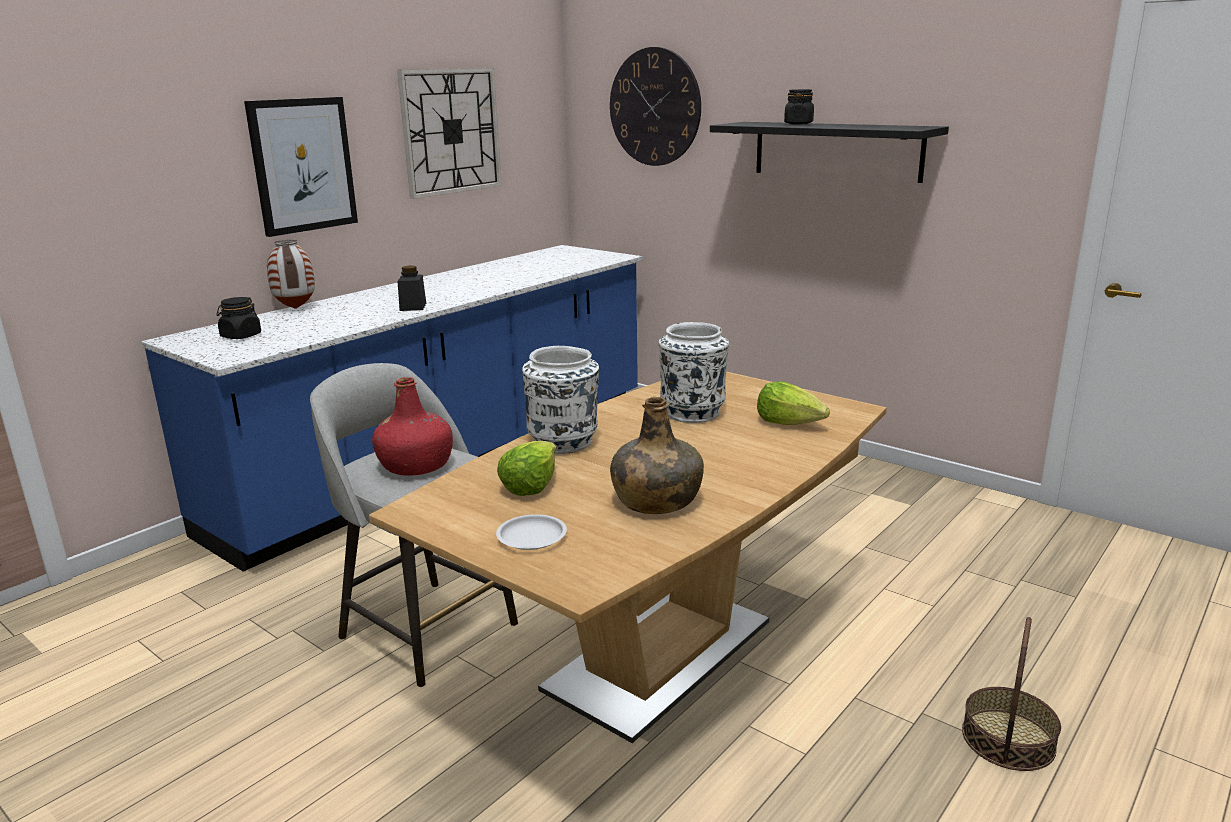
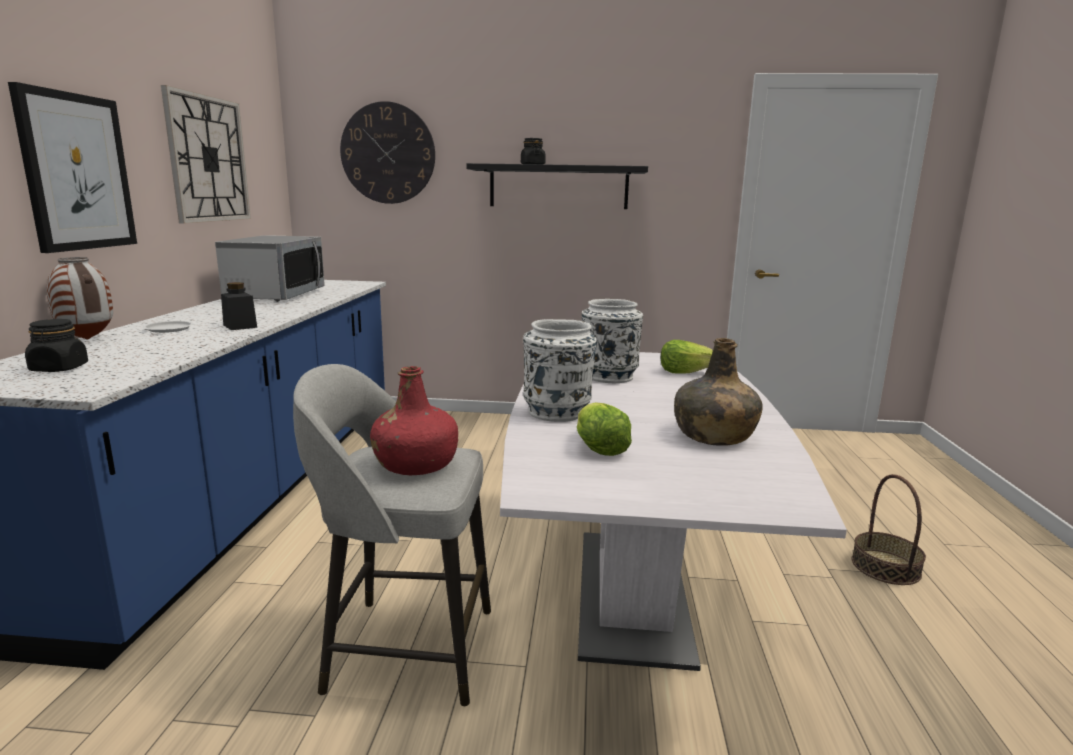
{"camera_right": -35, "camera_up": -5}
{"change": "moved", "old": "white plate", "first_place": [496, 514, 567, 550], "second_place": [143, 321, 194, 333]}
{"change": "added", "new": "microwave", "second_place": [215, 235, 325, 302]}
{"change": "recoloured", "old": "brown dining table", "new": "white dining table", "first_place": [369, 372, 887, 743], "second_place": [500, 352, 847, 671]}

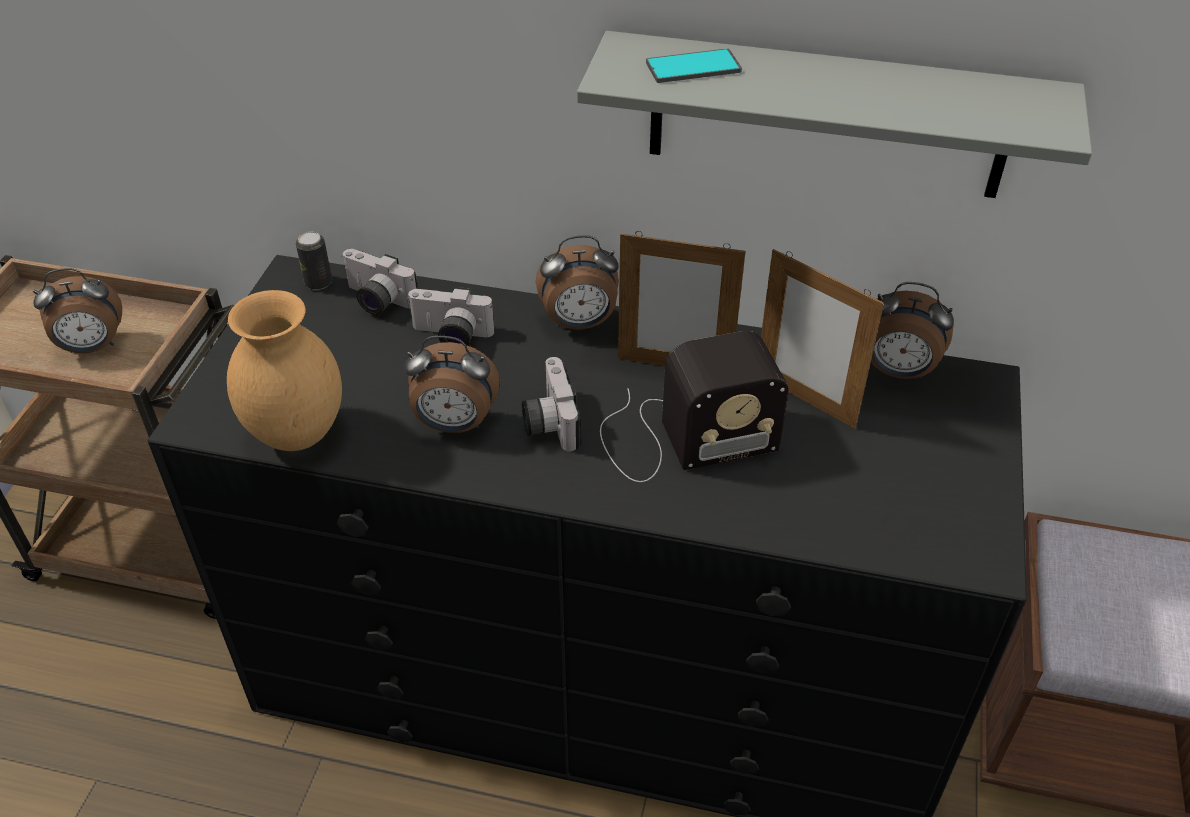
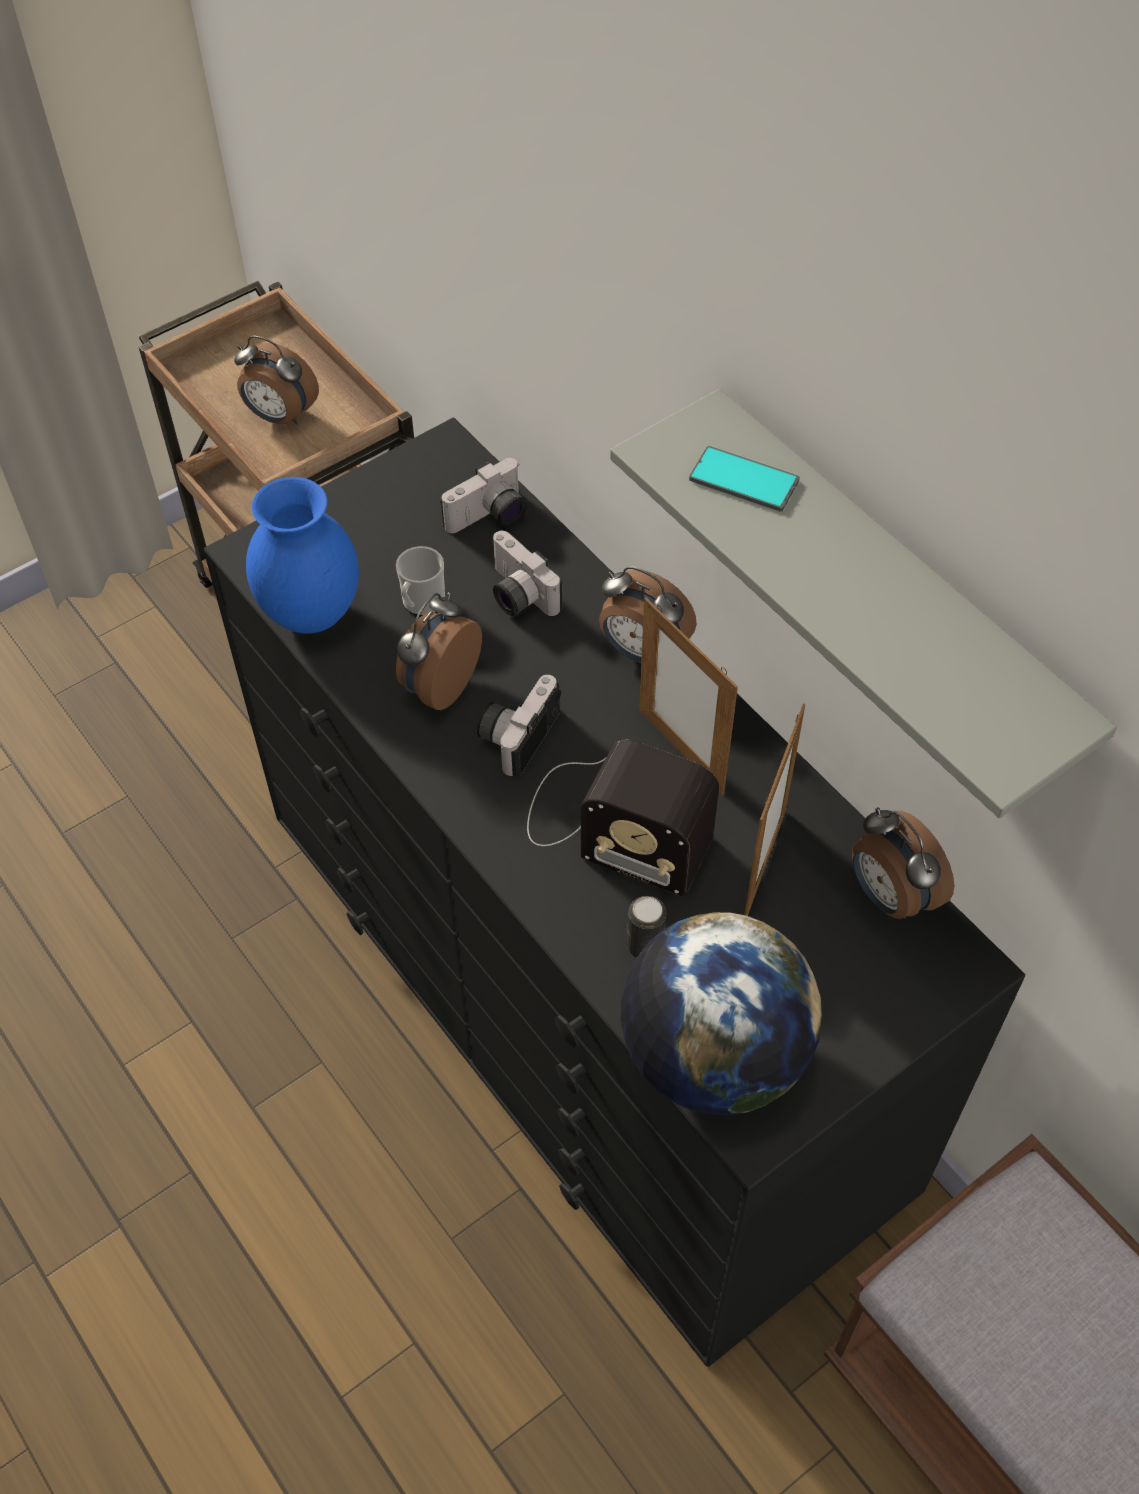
{"camera_right": 40, "camera_up": 10}
{"change": "recoloured", "old": "brown vase", "new": "blue vase", "first_place": [227, 290, 342, 451], "second_place": [246, 477, 359, 634]}
{"change": "added", "new": "mug", "second_place": [396, 546, 445, 616]}
{"change": "turned", "old": "alarm clock", "first_place": [404, 336, 500, 433], "second_place": [396, 592, 482, 710], "degrees": 75}
{"change": "turned", "old": "photo camera", "first_place": [342, 249, 418, 315], "second_place": [440, 458, 527, 533], "degrees": -105}
{"change": "added", "new": "globe", "second_place": [621, 912, 822, 1115]}
{"change": "moved", "old": "can", "first_place": [295, 232, 332, 290], "second_place": [627, 896, 666, 958]}
{"change": "turned", "old": "picture frame", "first_place": [761, 249, 884, 428], "second_place": [745, 703, 805, 916], "degrees": -150}

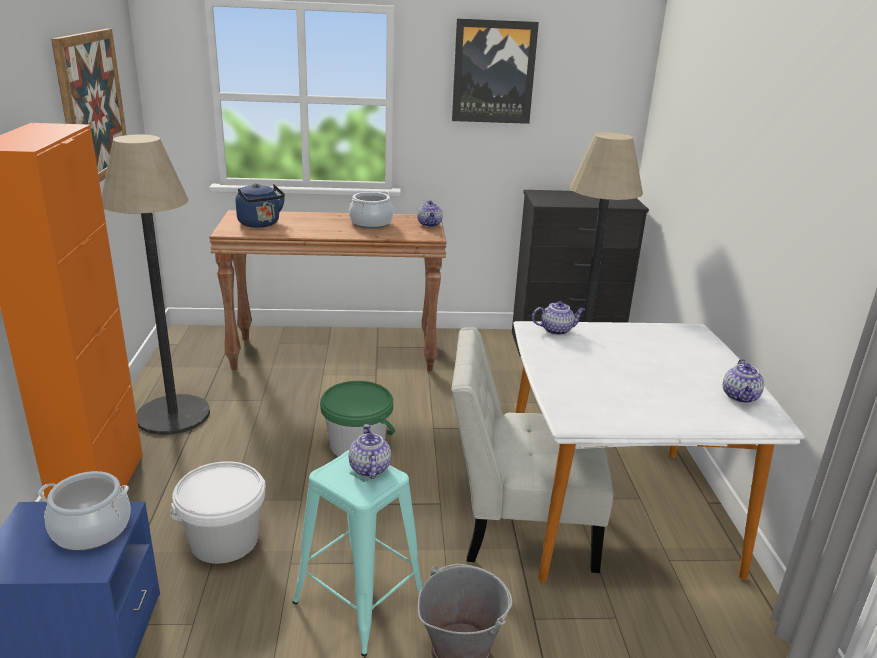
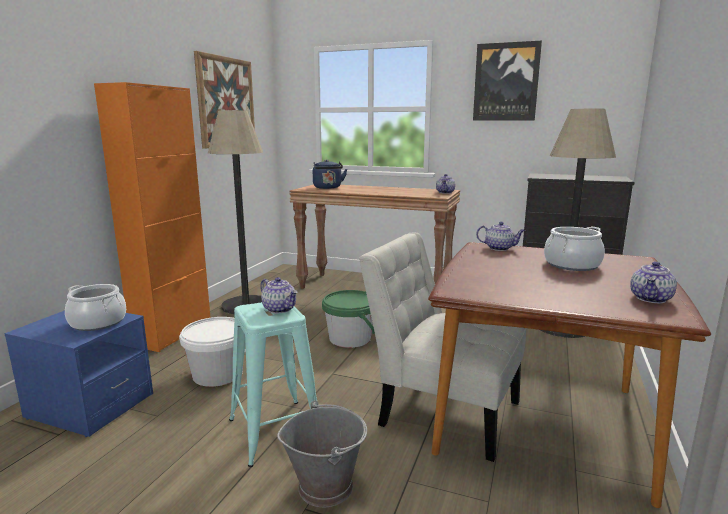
{"camera_right": 25, "camera_up": -10}
{"change": "turned", "old": "teapot", "first_place": [349, 424, 391, 479], "second_place": [260, 277, 298, 314], "degrees": 120}
{"change": "recoloured", "old": "white dining table", "new": "brown dining table", "first_place": [513, 321, 805, 582], "second_place": [428, 242, 711, 508]}
{"change": "moved", "old": "cooking pot", "first_place": [349, 191, 393, 229], "second_place": [544, 227, 605, 271]}

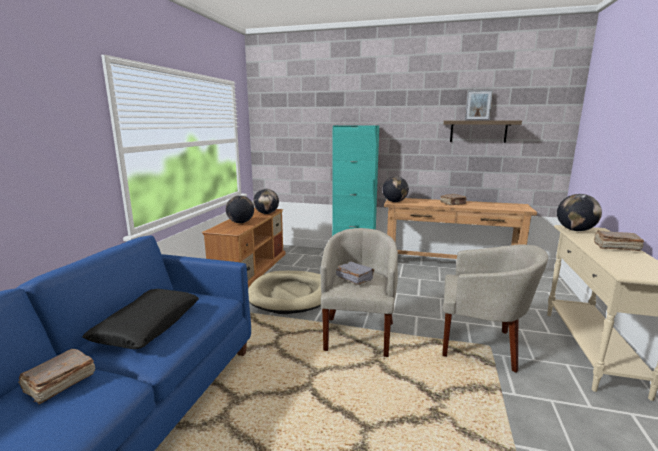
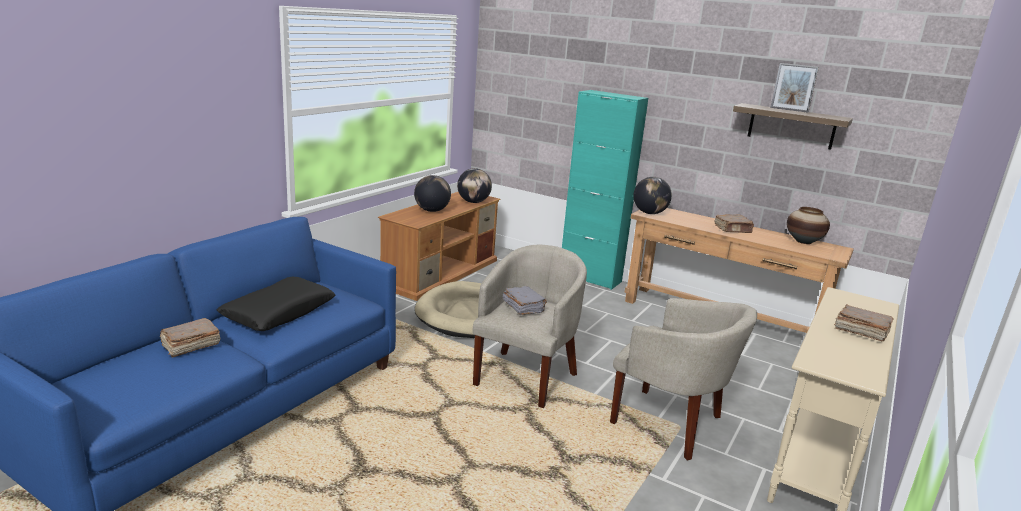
{"camera_right": 15, "camera_up": 5}
{"change": "added", "new": "vase", "second_place": [787, 207, 830, 244]}
{"change": "removed", "old": "globe", "first_place": [557, 194, 602, 231]}

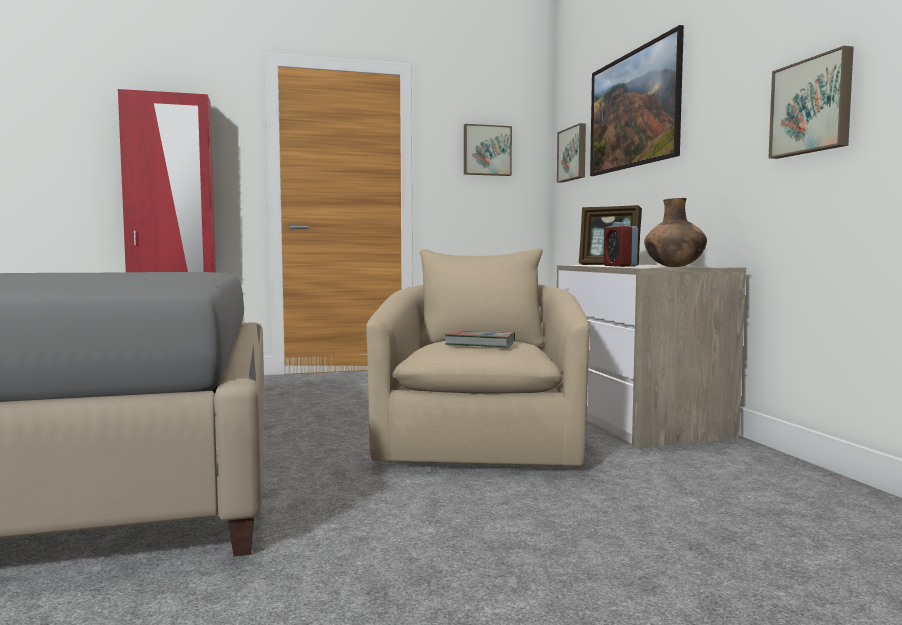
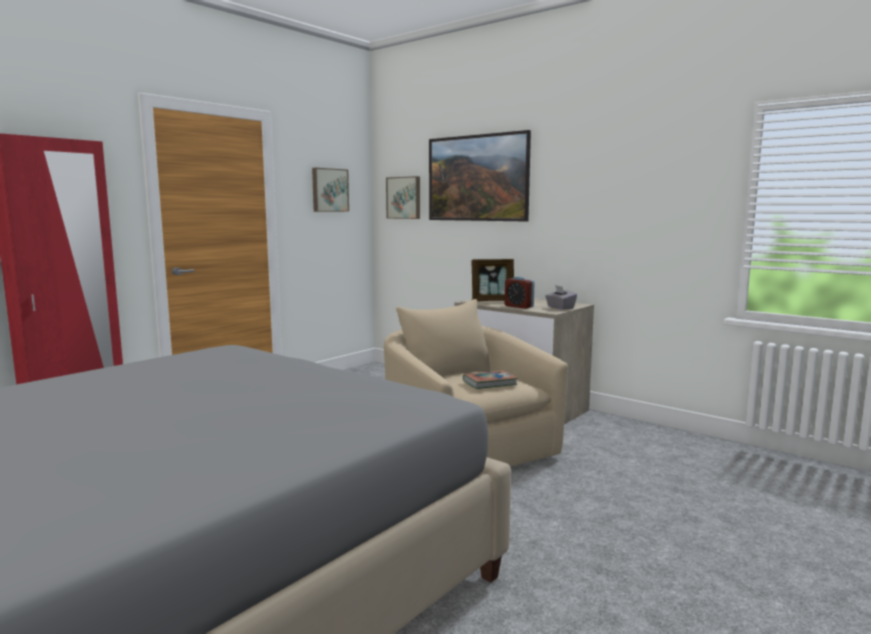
{"camera_right": -35, "camera_up": 5}
{"change": "replaced", "old": "brown vase", "new": "grey tissue box", "first_place": [644, 198, 707, 267], "second_place": [545, 285, 577, 310]}
{"change": "removed", "old": "picture", "first_place": [768, 46, 854, 159]}

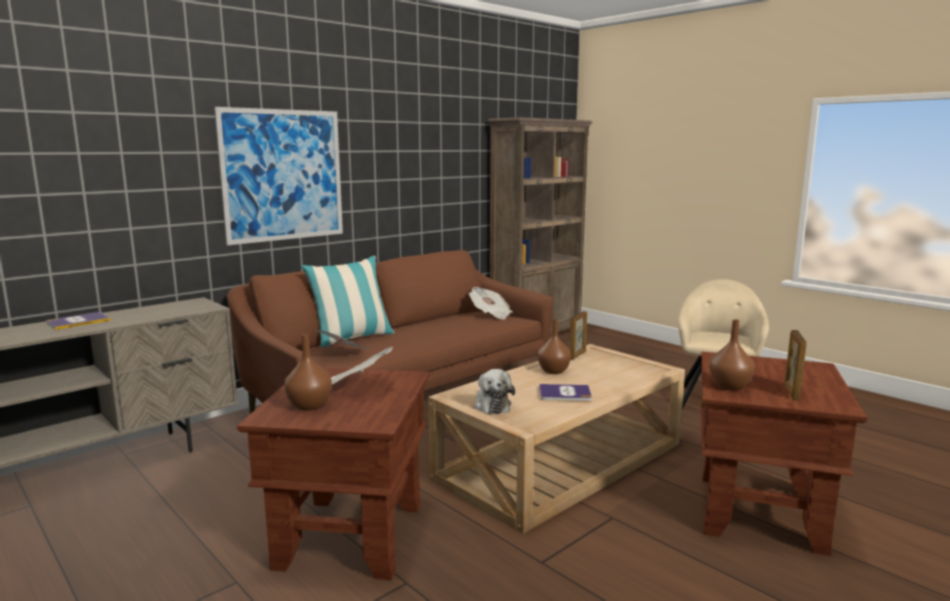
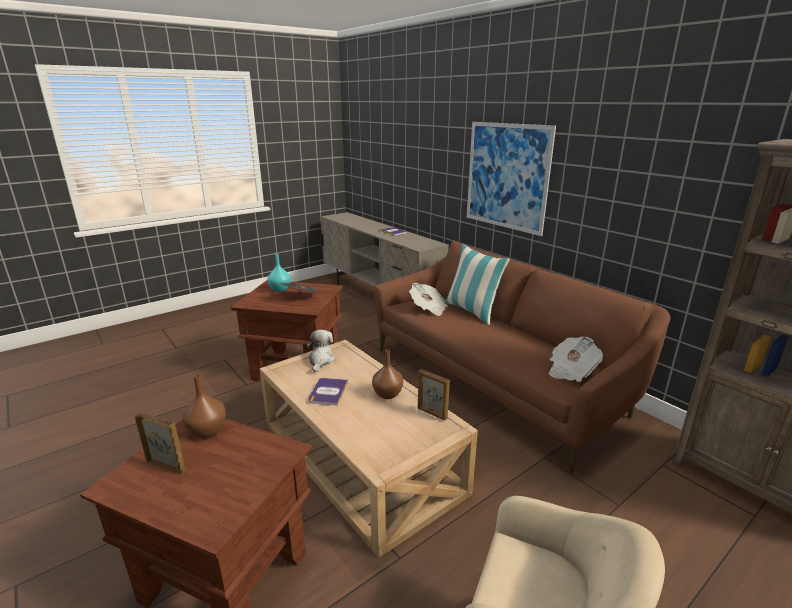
{"camera_right": 95, "camera_up": 10}
{"change": "recoloured", "old": "brown vase", "new": "turquoise vase", "first_place": [284, 334, 332, 411], "second_place": [267, 254, 291, 292]}
{"change": "turned", "old": "plush toy", "first_place": [473, 369, 515, 414], "second_place": [306, 330, 336, 372], "degrees": 105}

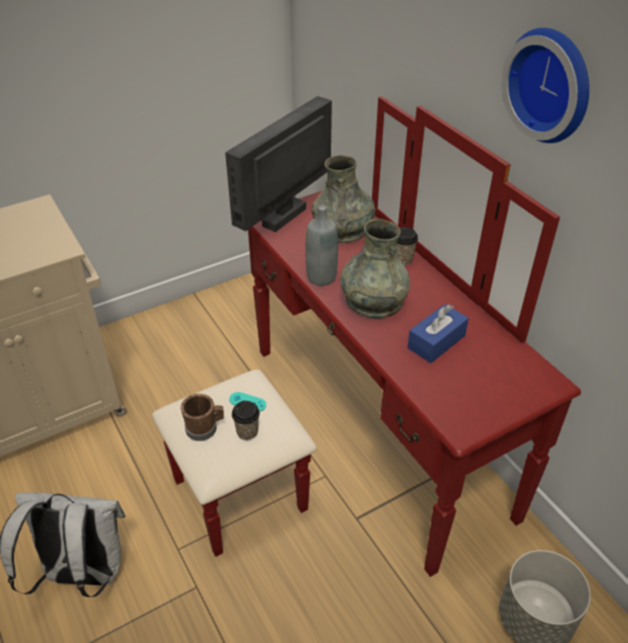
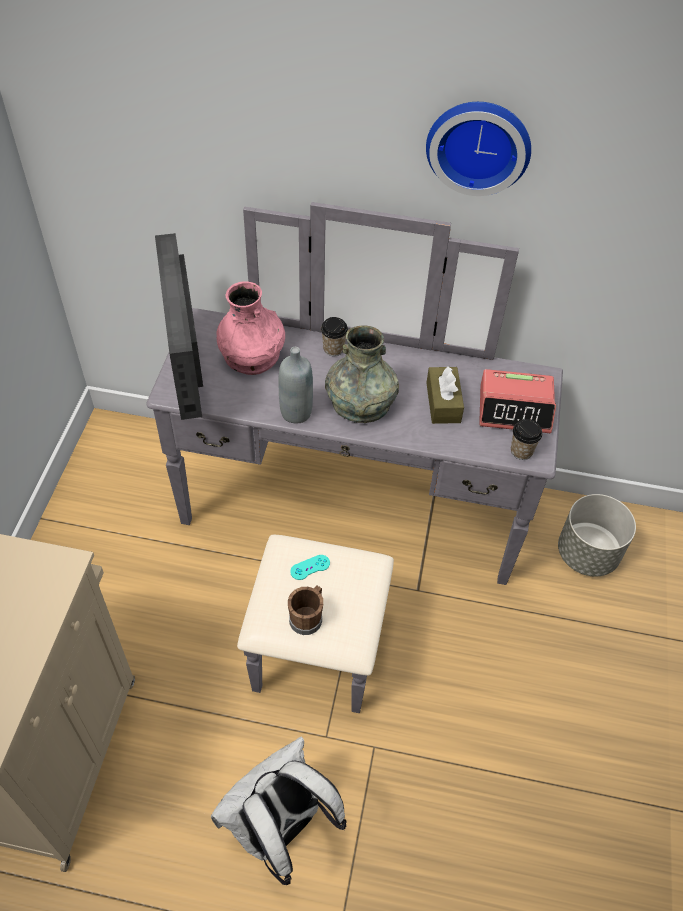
{"camera_right": -50, "camera_up": 10}
{"change": "recoloured", "old": "red dresser", "new": "grey dresser", "first_place": [152, 96, 581, 577], "second_place": [146, 202, 563, 713]}
{"change": "recoloured", "old": "grey vase", "new": "pink vase", "first_place": [312, 155, 375, 243], "second_place": [217, 281, 285, 375]}
{"change": "recoloured", "old": "blue tissue box", "new": "brown tissue box", "first_place": [407, 304, 469, 363], "second_place": [426, 366, 464, 424]}
{"change": "added", "new": "alarm clock", "second_place": [479, 369, 556, 433]}
{"change": "moved", "old": "cup", "first_place": [232, 401, 260, 440], "second_place": [511, 419, 542, 460]}

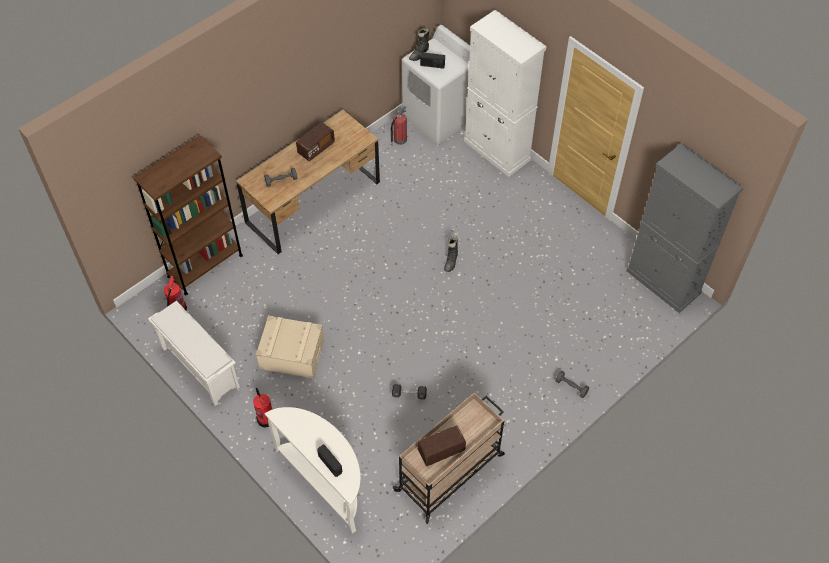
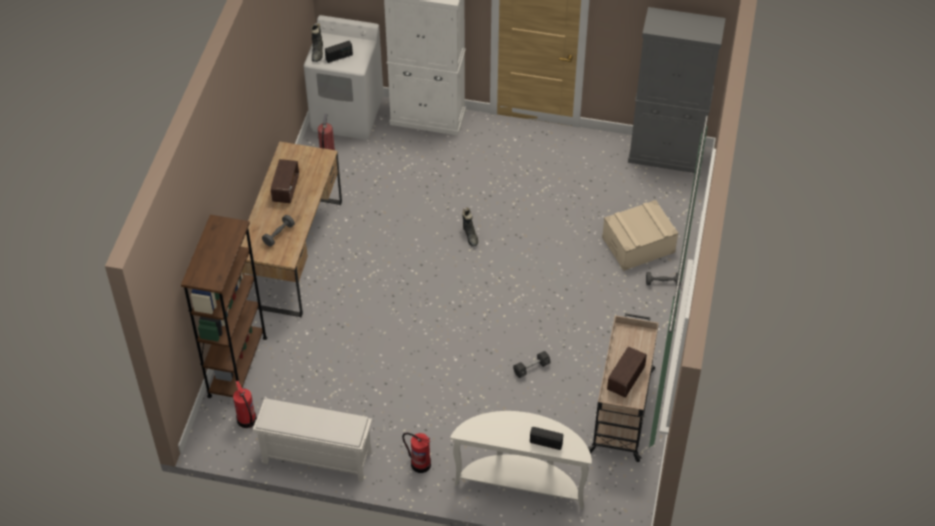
{"camera_right": -35, "camera_up": -5}
{"change": "moved", "old": "beige storage box", "first_place": [256, 316, 325, 379], "second_place": [602, 200, 678, 271]}

